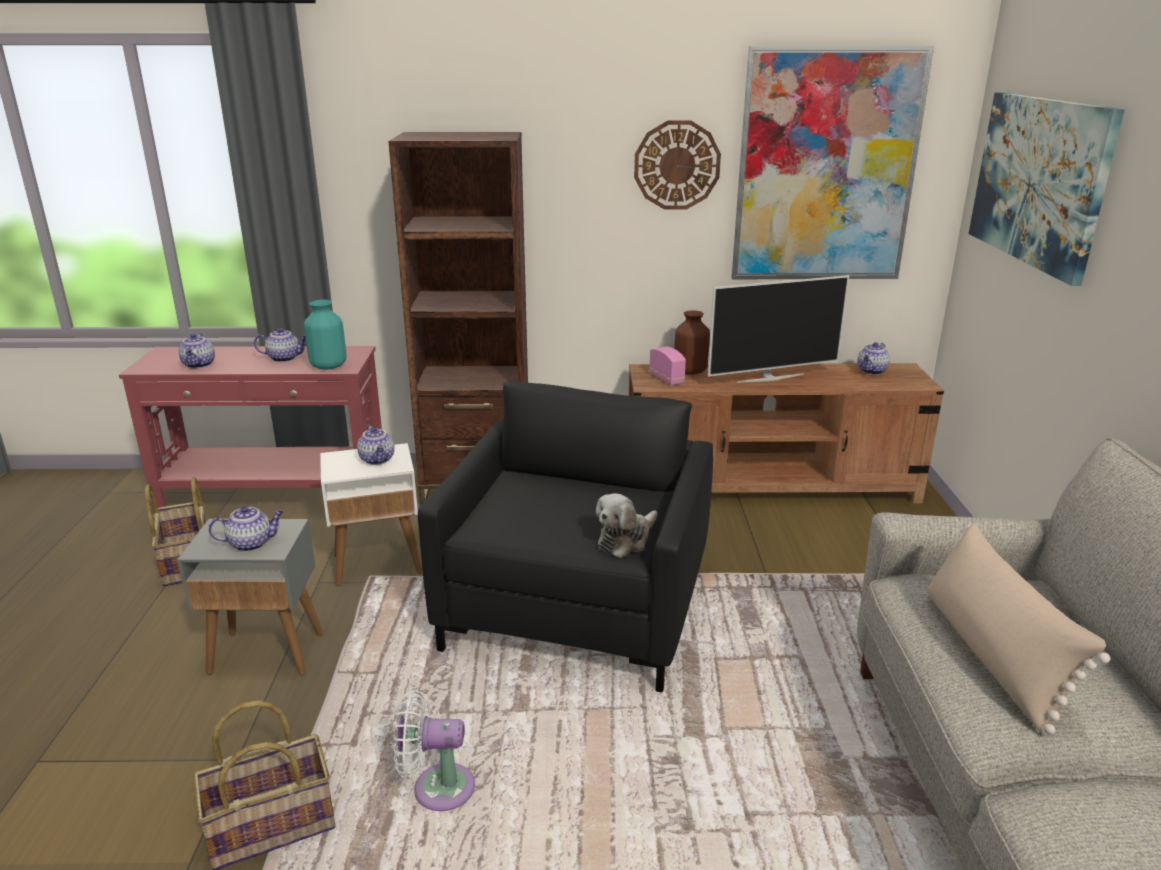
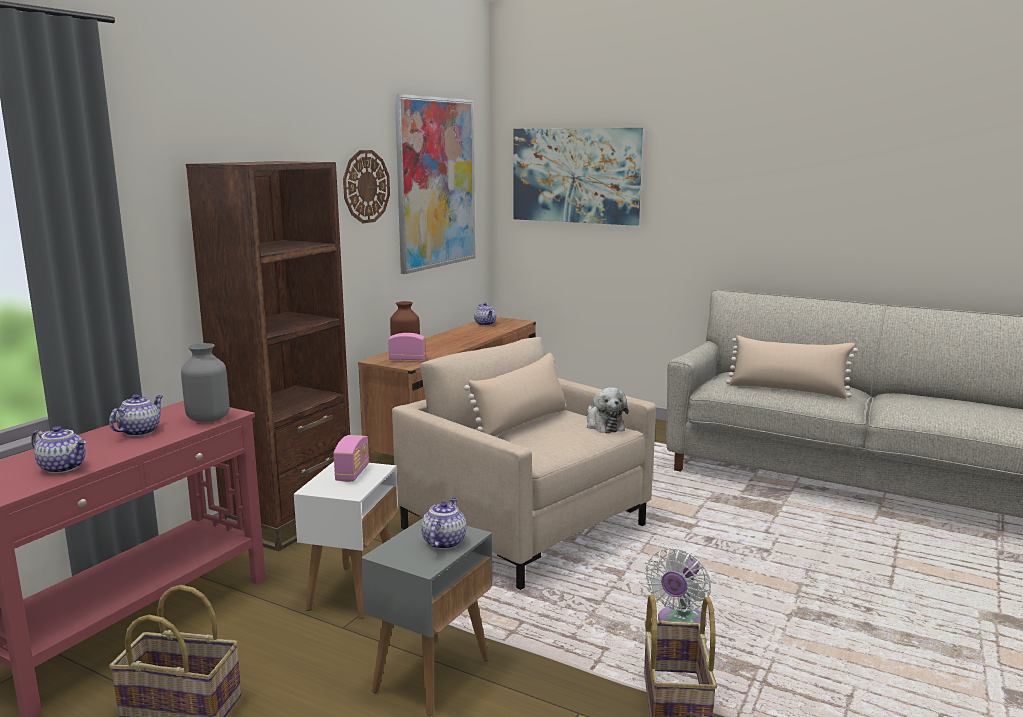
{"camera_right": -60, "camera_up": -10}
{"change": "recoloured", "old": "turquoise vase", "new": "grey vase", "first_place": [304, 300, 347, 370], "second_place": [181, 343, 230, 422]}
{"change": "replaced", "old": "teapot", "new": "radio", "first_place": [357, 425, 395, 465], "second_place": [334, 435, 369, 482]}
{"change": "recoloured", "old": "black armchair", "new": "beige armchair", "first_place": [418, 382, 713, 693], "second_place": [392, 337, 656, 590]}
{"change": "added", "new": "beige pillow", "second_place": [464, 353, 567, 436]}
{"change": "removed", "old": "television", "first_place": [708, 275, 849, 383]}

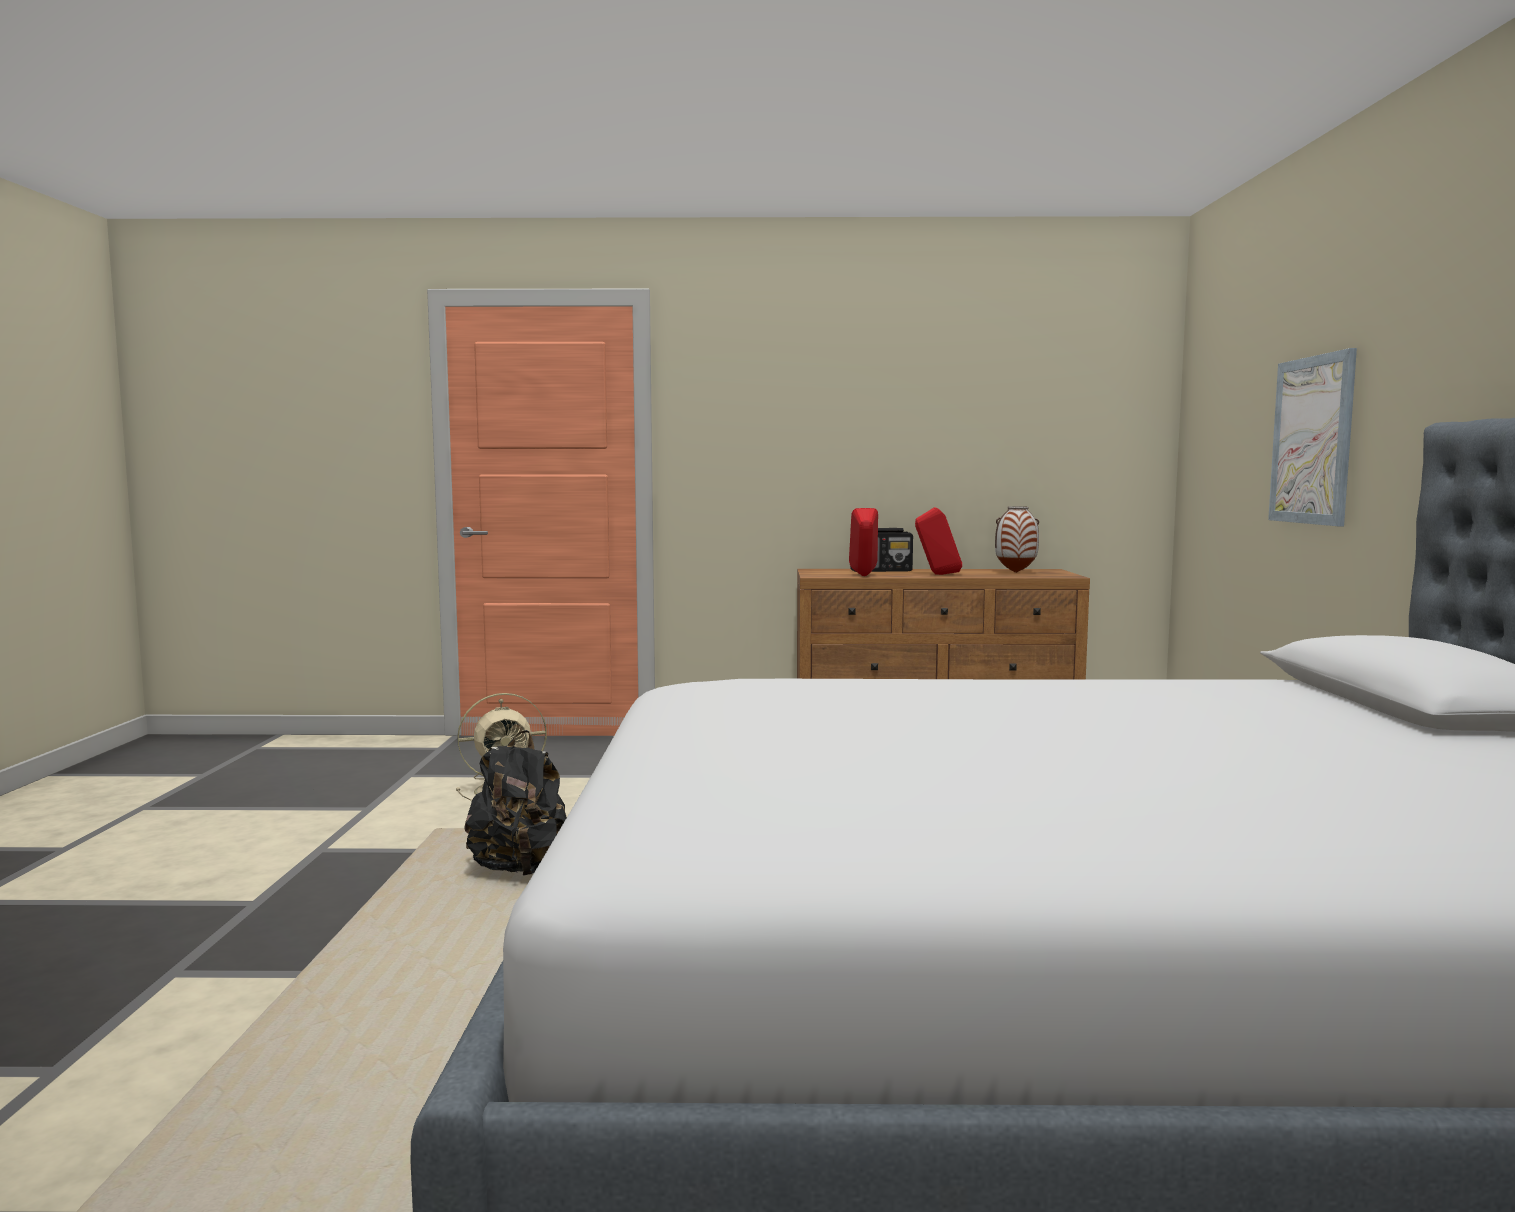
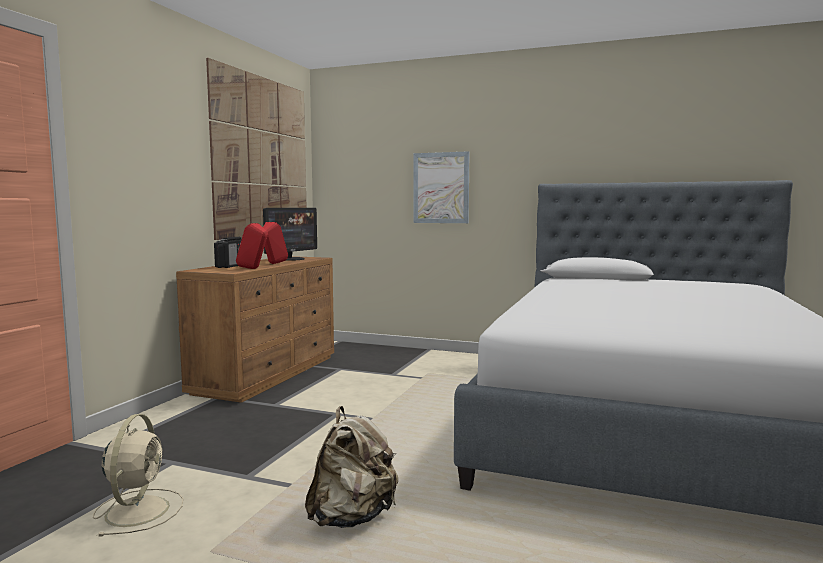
{"camera_right": -70, "camera_up": 0}
{"change": "added", "new": "picture", "second_place": [206, 58, 307, 240]}
{"change": "replaced", "old": "vase", "new": "monitor", "first_place": [995, 506, 1039, 573], "second_place": [263, 208, 317, 261]}
{"change": "recoloured", "old": "black backpack", "new": "beige backpack", "first_place": [464, 730, 567, 876], "second_place": [305, 406, 398, 528]}

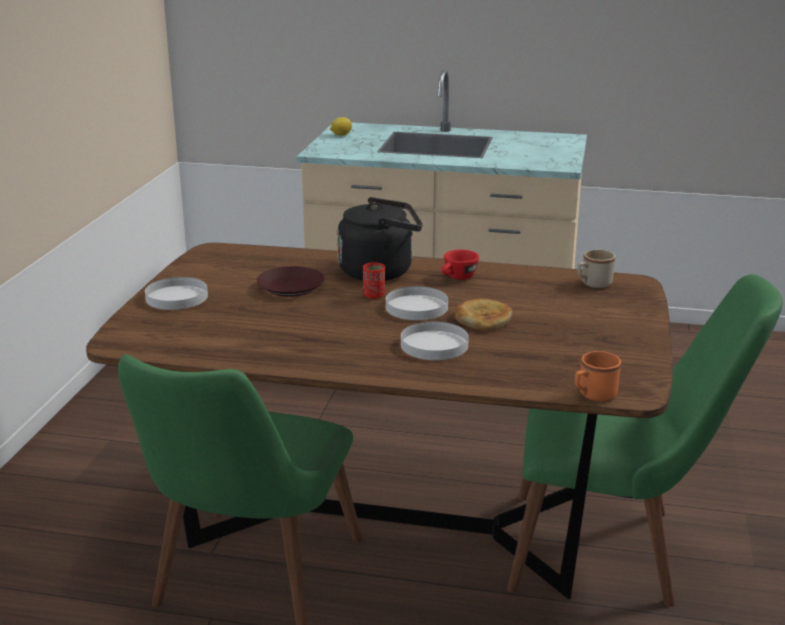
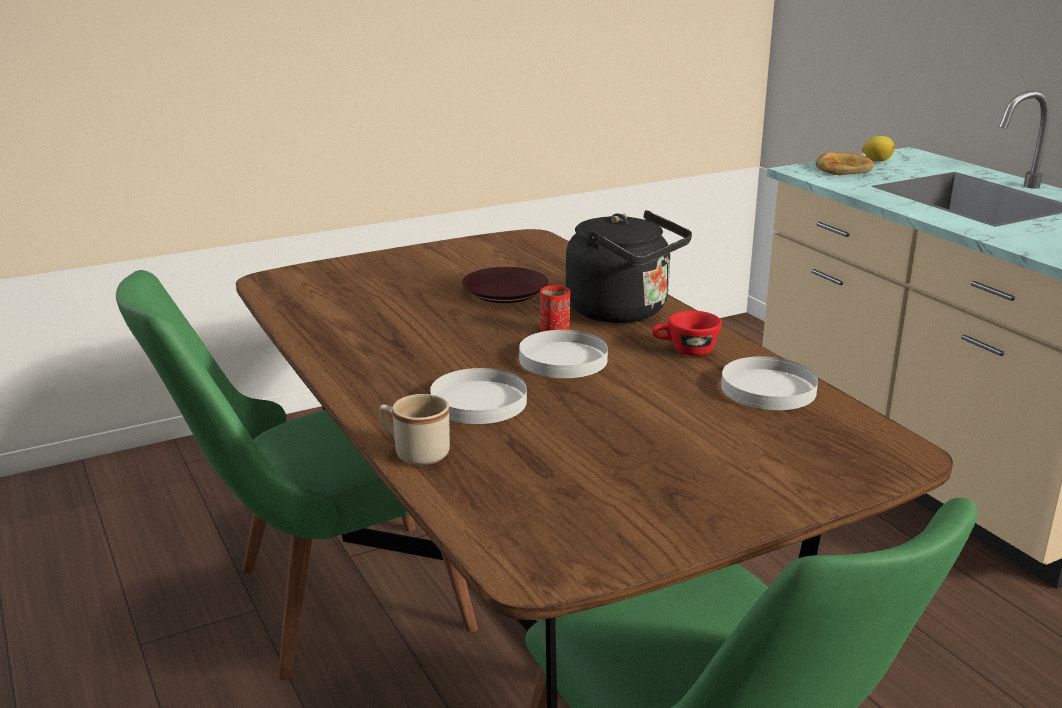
{"camera_right": 50, "camera_up": 0}
{"change": "moved", "old": "beige mug", "first_place": [577, 249, 615, 288], "second_place": [379, 394, 450, 465]}
{"change": "moved", "old": "white plate", "first_place": [145, 277, 208, 310], "second_place": [721, 356, 818, 410]}
{"change": "moved", "old": "bread", "first_place": [455, 298, 512, 331], "second_place": [815, 152, 874, 175]}
{"change": "removed", "old": "orange mug", "first_place": [575, 351, 621, 401]}

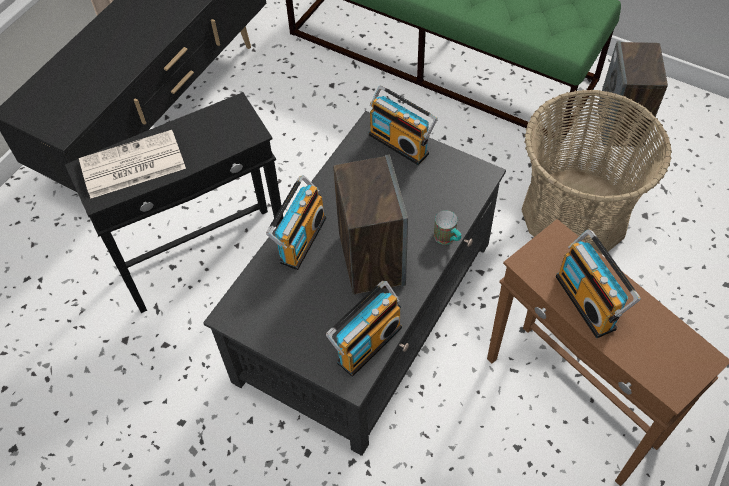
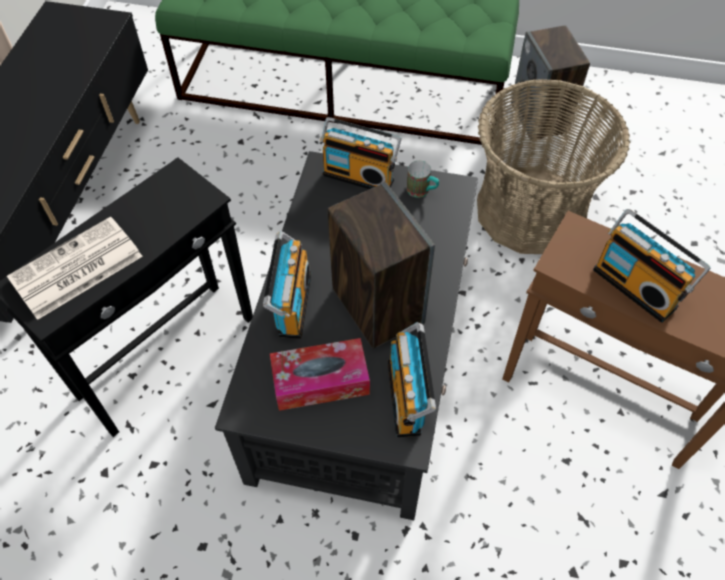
{"camera_right": -20, "camera_up": 0}
{"change": "added", "new": "tissue box", "second_place": [270, 338, 370, 411]}
{"change": "turned", "old": "radio", "first_place": [326, 281, 402, 377], "second_place": [388, 322, 436, 437], "degrees": 150}
{"change": "moved", "old": "mug", "first_place": [434, 210, 461, 245], "second_place": [407, 161, 439, 198]}

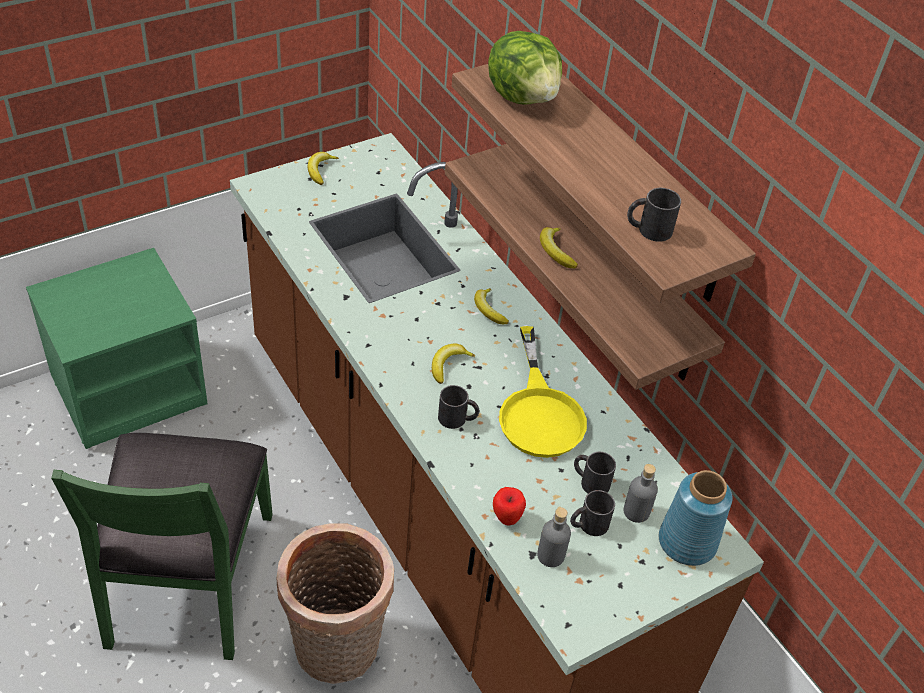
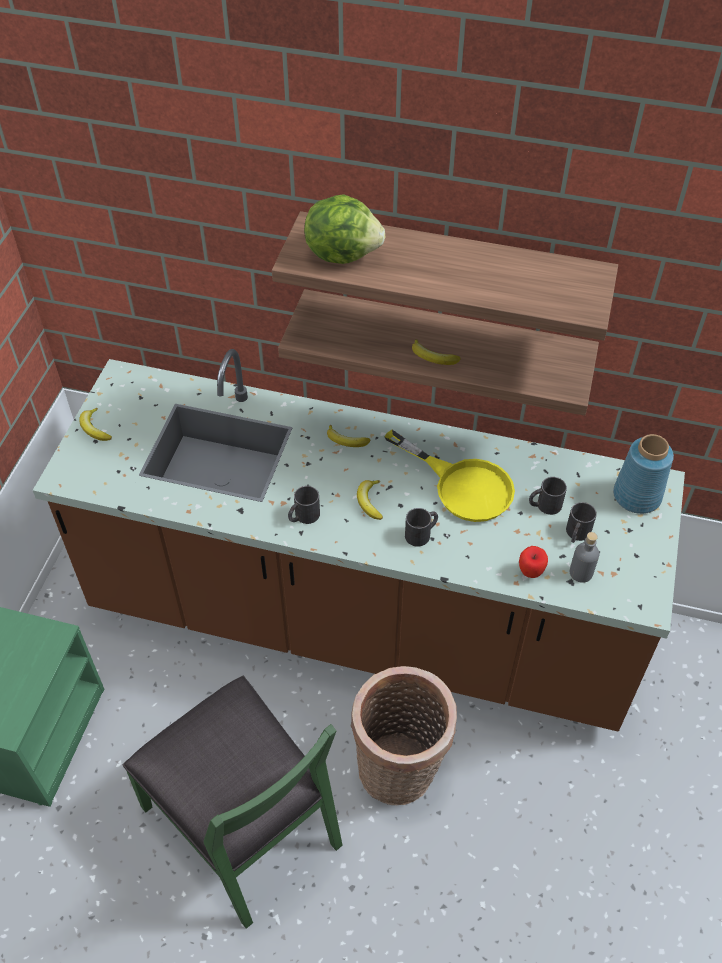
{"camera_right": -40, "camera_up": 5}
{"change": "moved", "old": "black mug", "first_place": [627, 188, 681, 242], "second_place": [288, 486, 320, 524]}
{"change": "removed", "old": "grey bottle", "first_place": [624, 464, 658, 523]}

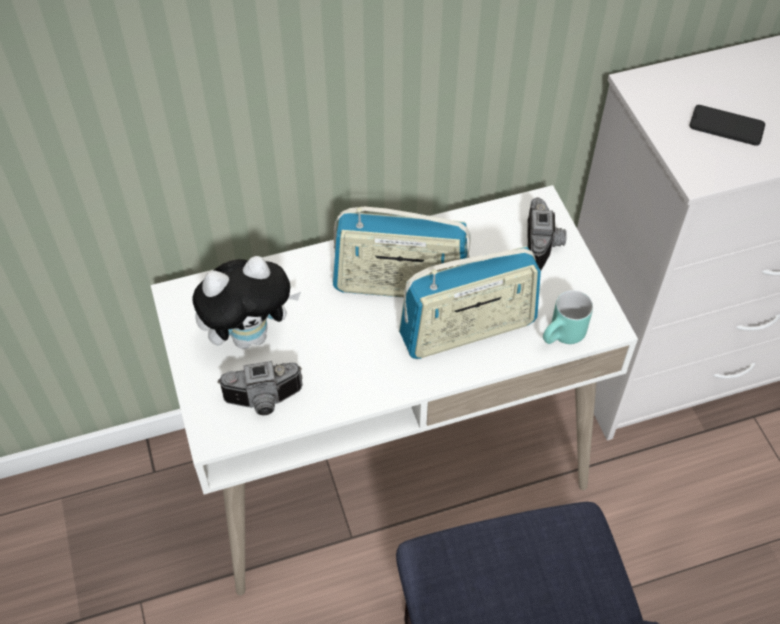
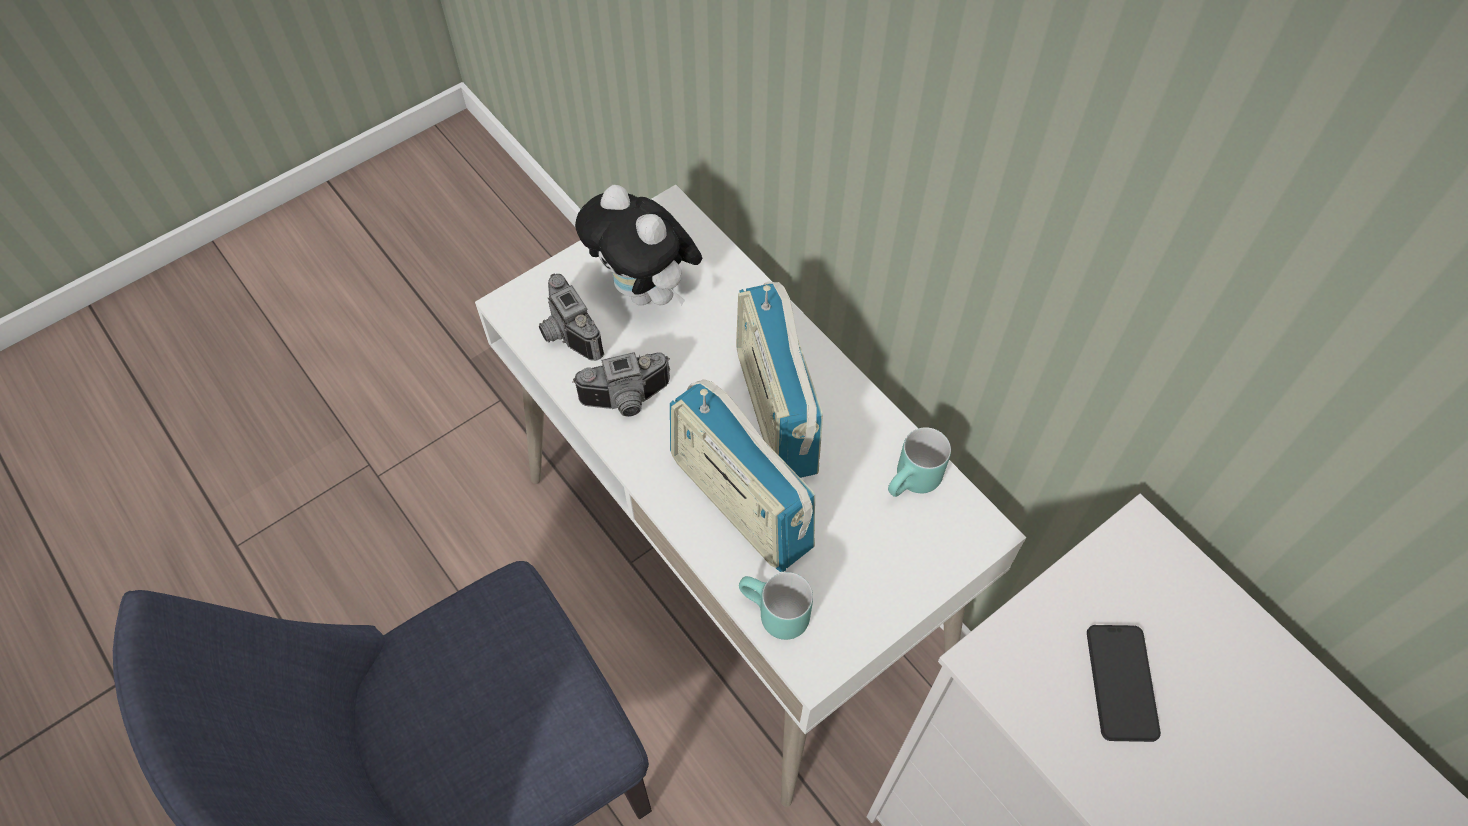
{"camera_right": 70, "camera_up": 5}
{"change": "moved", "old": "photo camera", "first_place": [528, 197, 567, 271], "second_place": [572, 352, 670, 417]}
{"change": "added", "new": "turquoise mug", "second_place": [888, 427, 951, 497]}

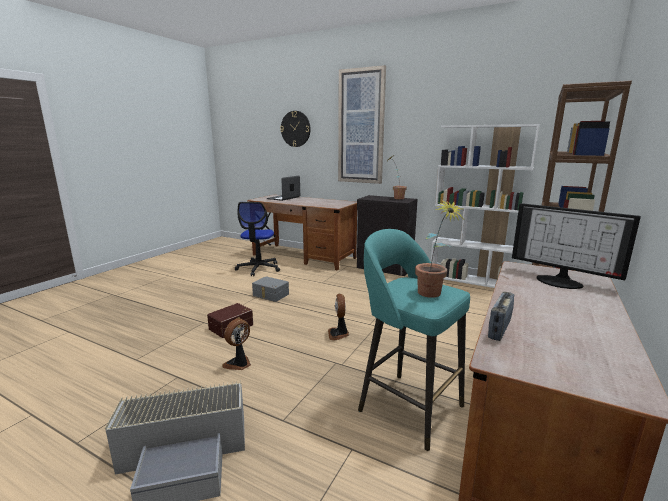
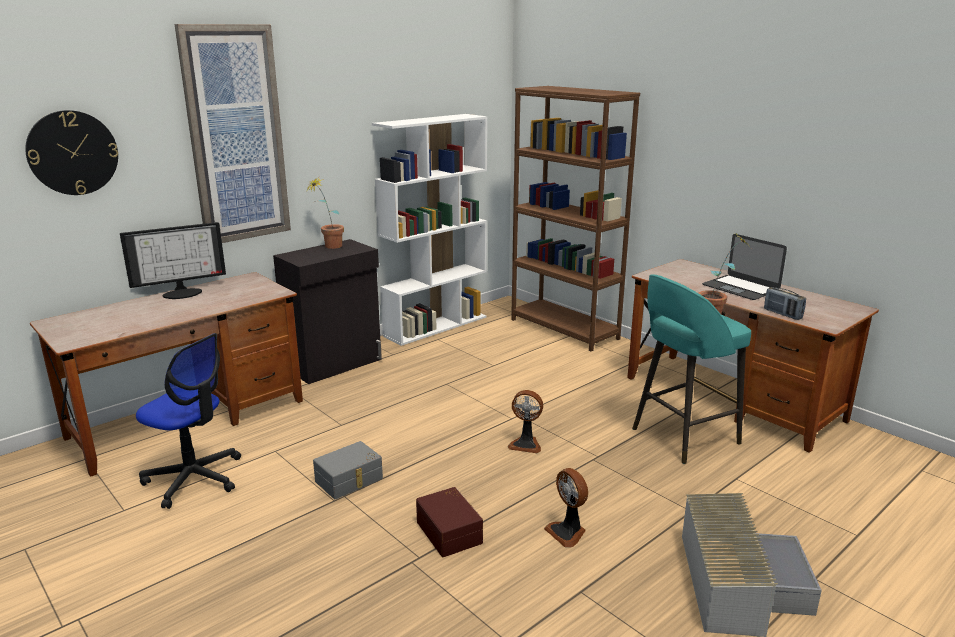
{"camera_right": -70, "camera_up": 5}
{"change": "moved", "old": "monitor", "first_place": [512, 203, 641, 289], "second_place": [120, 222, 226, 299]}
{"change": "moved", "old": "laptop", "first_place": [266, 175, 300, 201], "second_place": [702, 234, 787, 300]}

